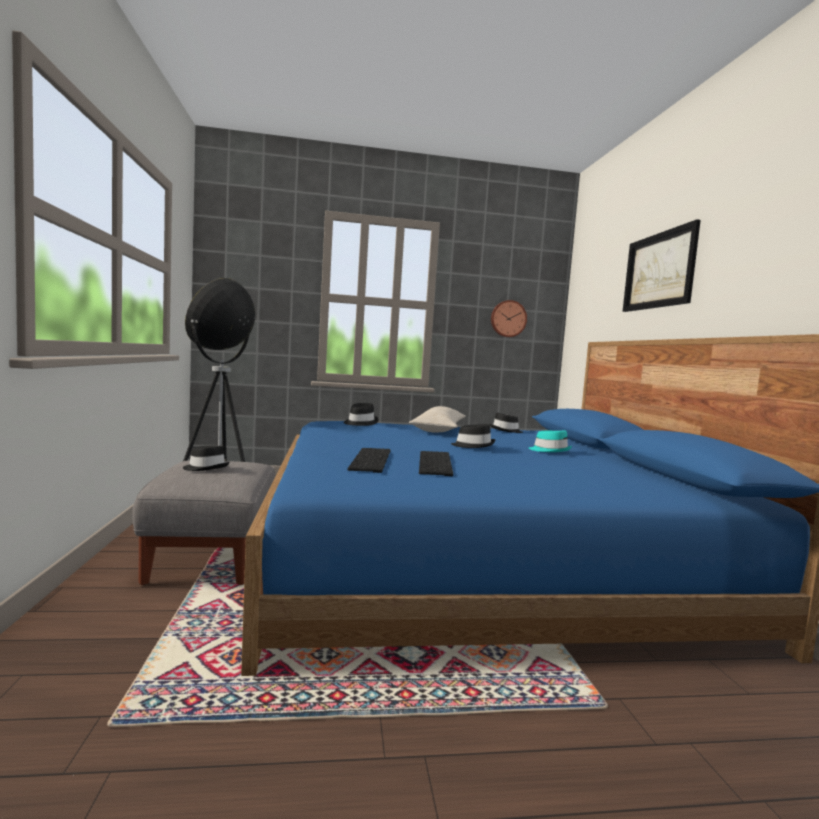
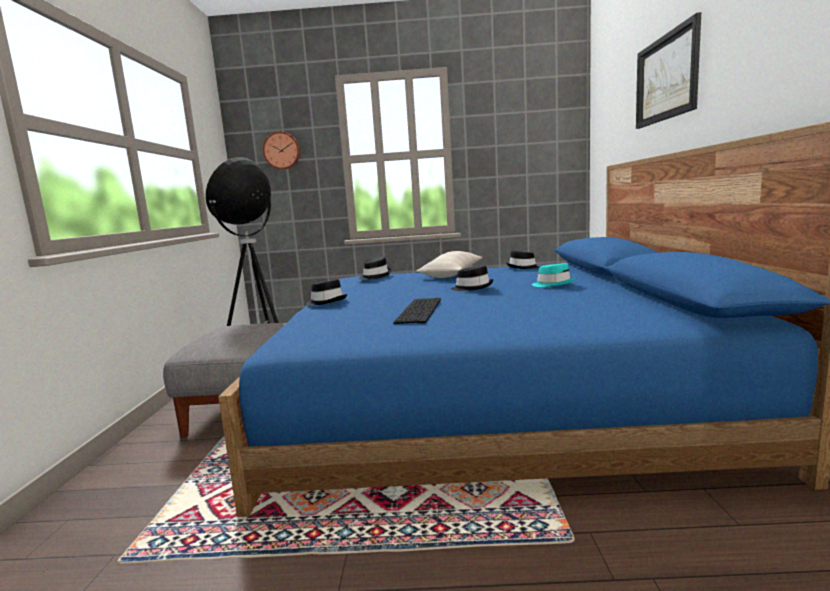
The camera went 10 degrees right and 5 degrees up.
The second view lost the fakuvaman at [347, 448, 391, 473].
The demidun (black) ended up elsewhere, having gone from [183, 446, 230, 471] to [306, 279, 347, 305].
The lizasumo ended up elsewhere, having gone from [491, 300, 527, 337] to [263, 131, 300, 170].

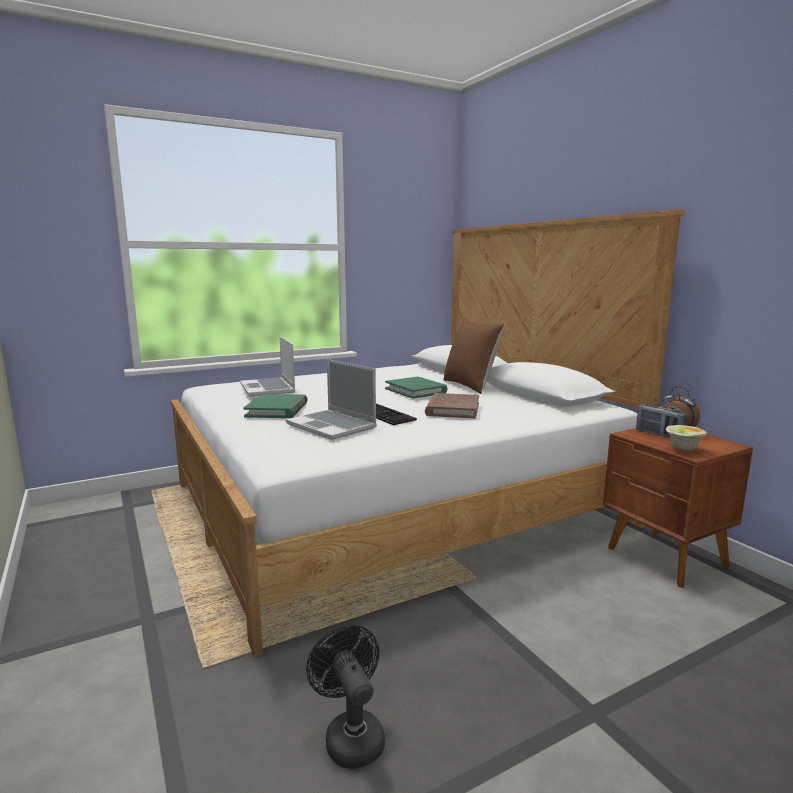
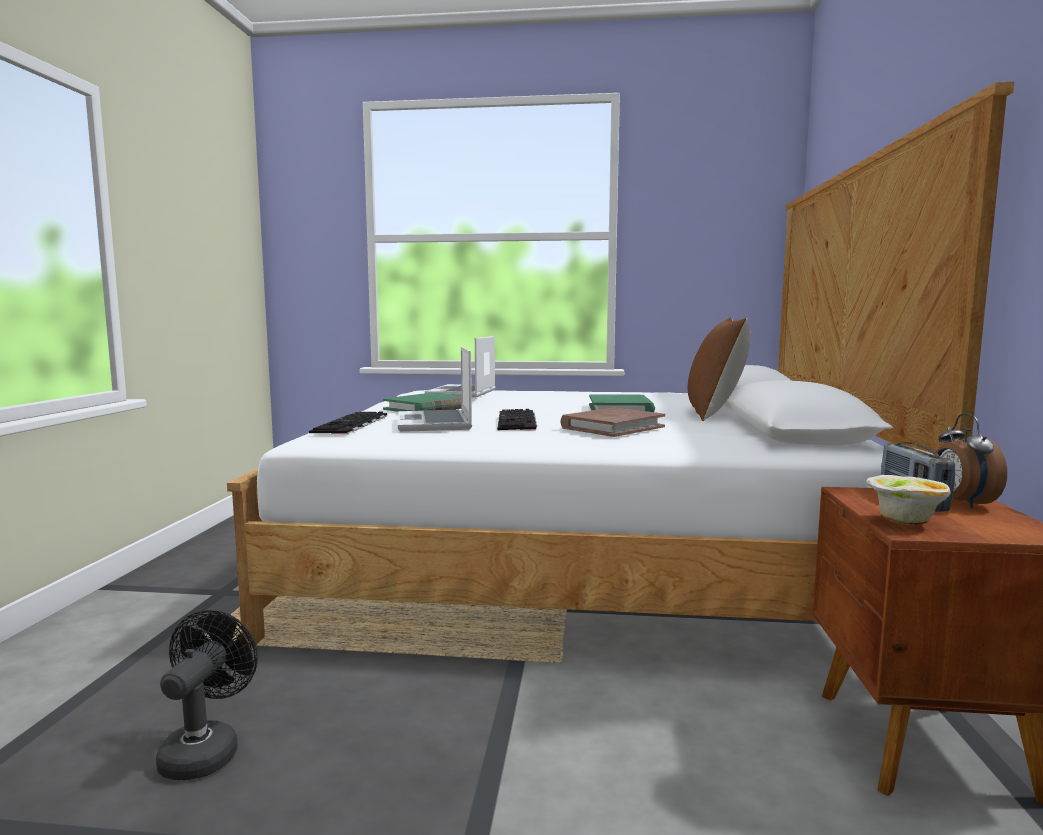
The camera went 35 degrees right and 5 degrees down.
The second view gained the fakuvaman at [309, 412, 387, 434].

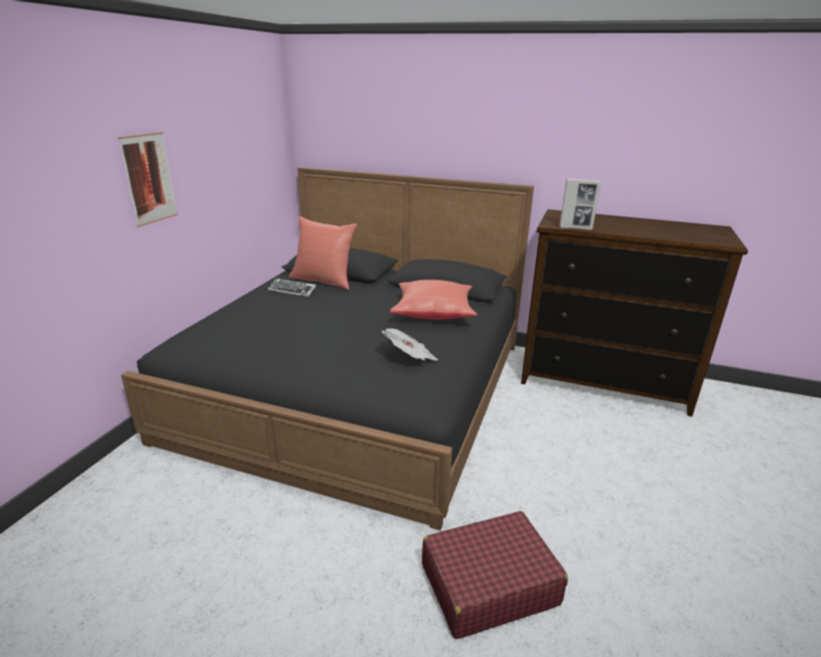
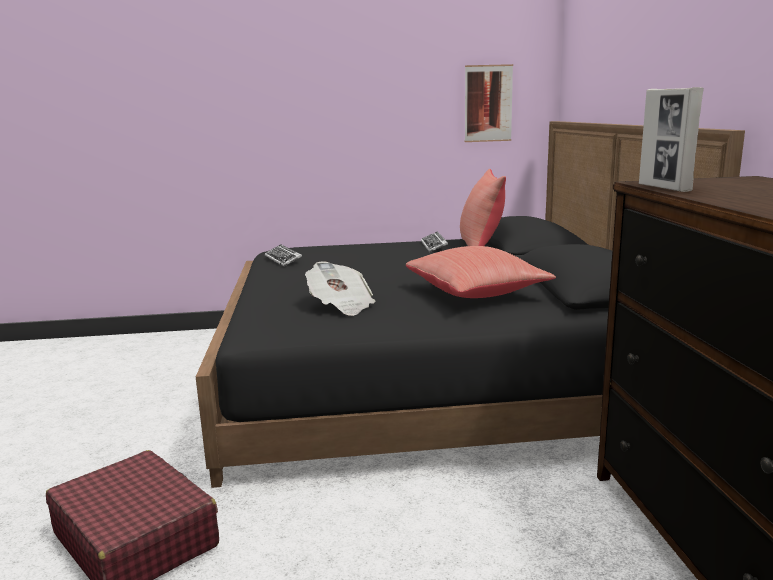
The camera went 65 degrees right and 10 degrees down.
The second view gained the fakuvaman at [265, 244, 302, 267].
The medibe ended up elsewhere, having gone from [118, 132, 178, 227] to [465, 64, 513, 142].

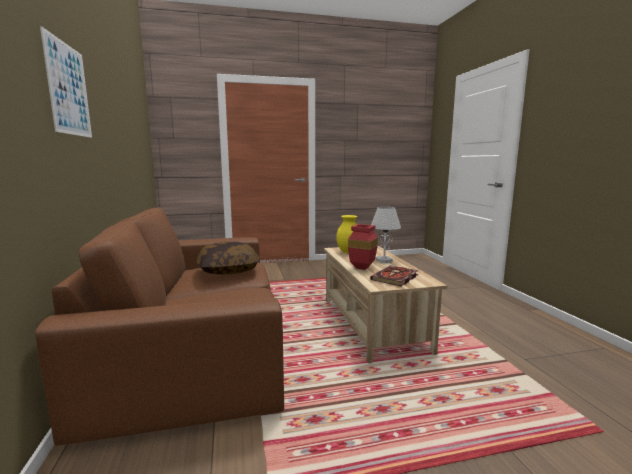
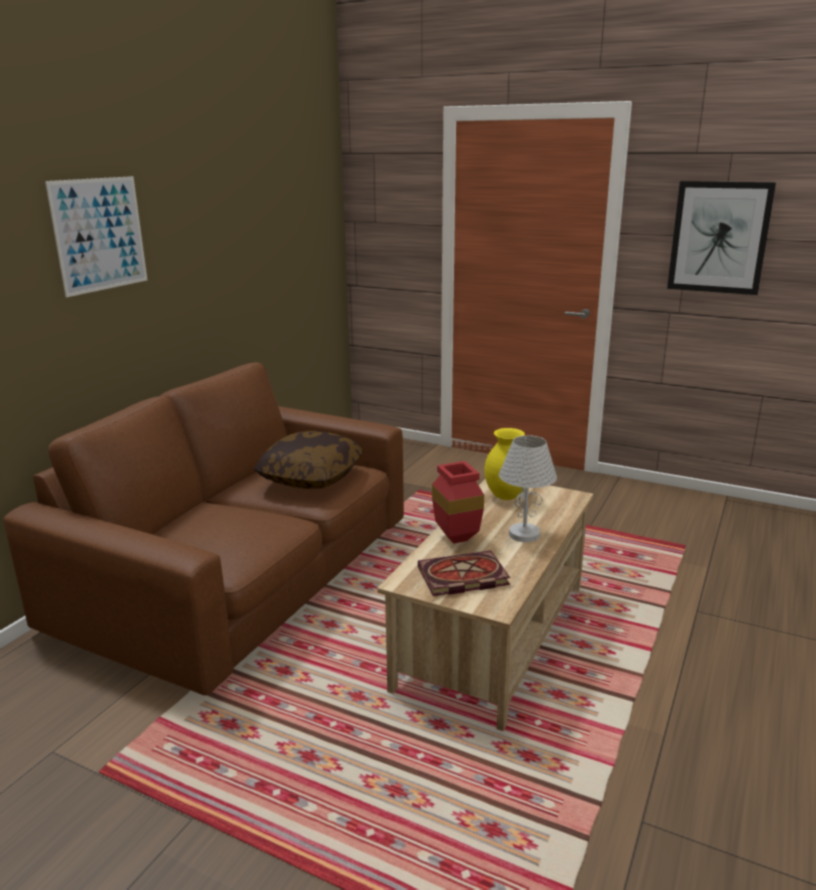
The camera went 40 degrees right and 10 degrees up.
The second view gained the medibe at [667, 181, 776, 295].

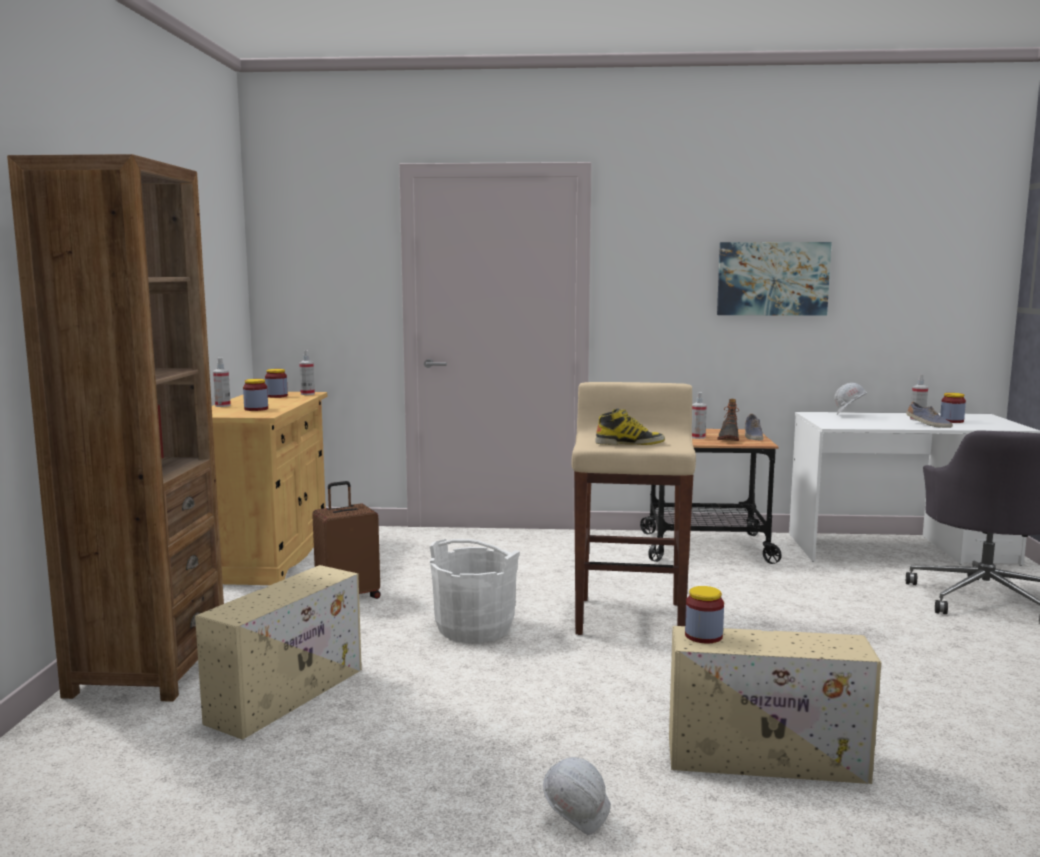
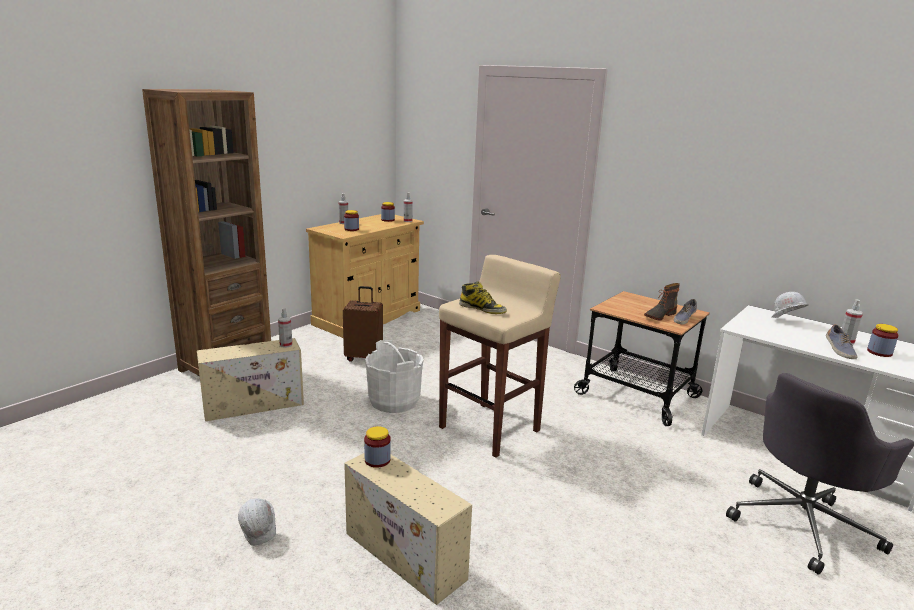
The camera went 35 degrees right and 10 degrees up.
The second view lost the medibe at [717, 242, 832, 316].
The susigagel ended up elsewhere, having gone from [692, 392, 707, 439] to [278, 308, 293, 348].

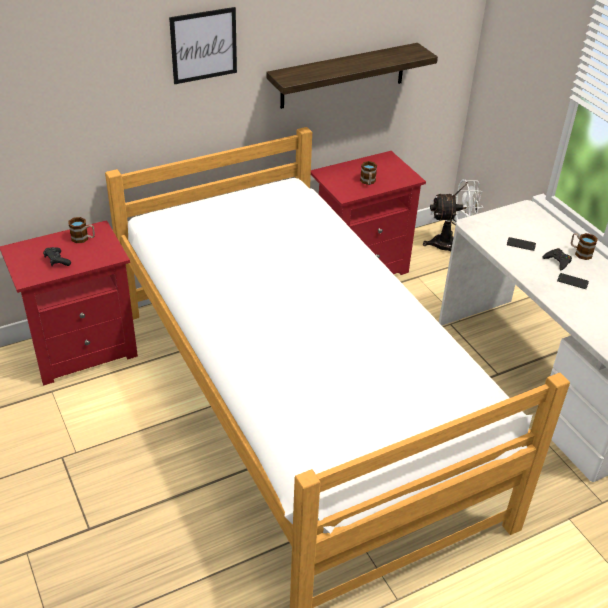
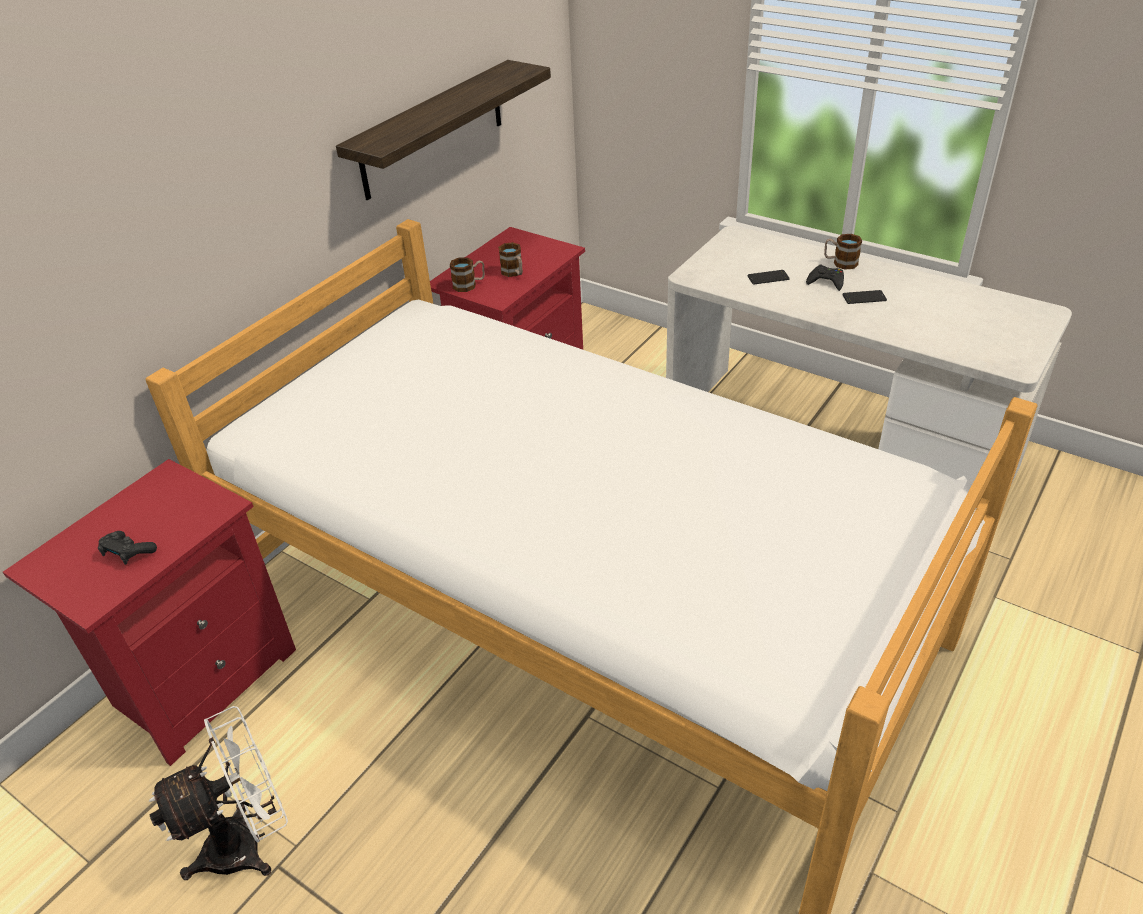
The camera went 25 degrees left and 0 degrees up.
The second view lost the medibe at [169, 7, 237, 84].
The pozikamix ended up elsewhere, having gone from [69, 217, 95, 243] to [450, 257, 485, 292].
The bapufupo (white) ended up elsewhere, having gone from [423, 179, 483, 251] to [149, 706, 288, 880].

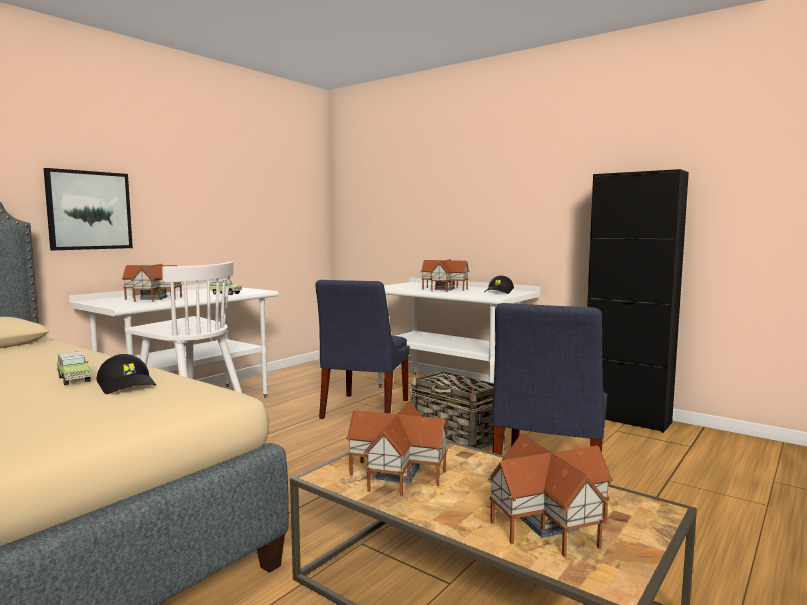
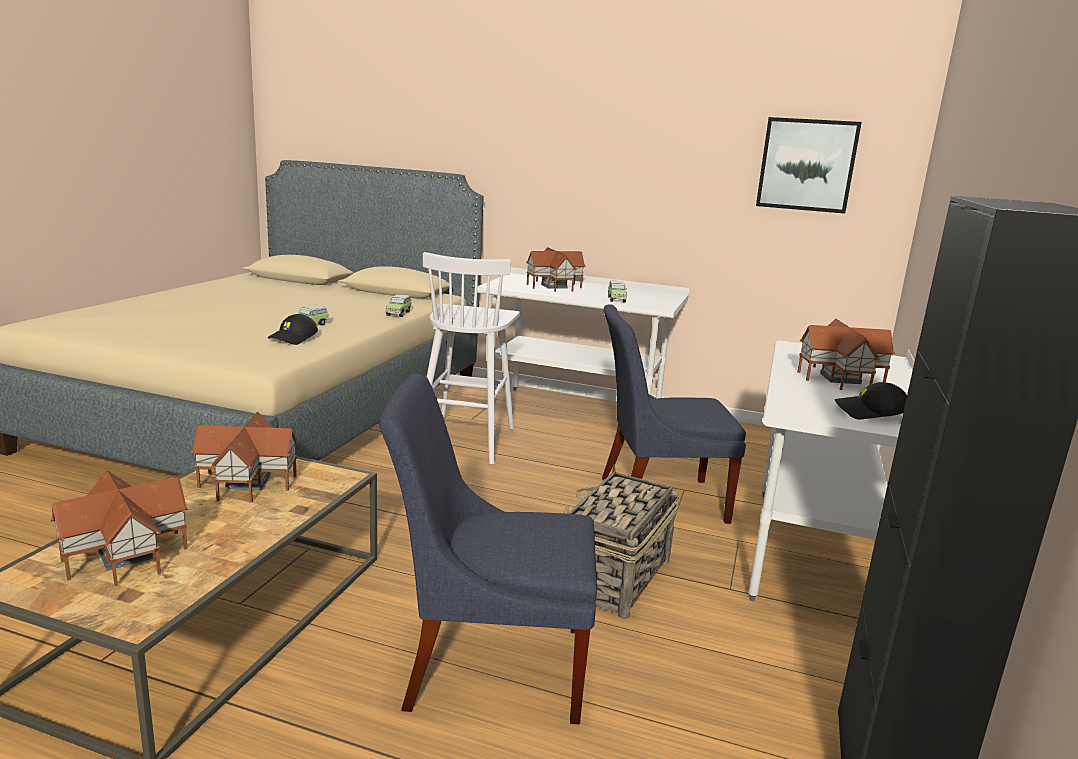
The camera went 70 degrees right and 10 degrees up.
The second view gained the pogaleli at [385, 294, 412, 317].
The medibe ended up elsewhere, having gone from [44, 168, 133, 250] to [756, 117, 862, 214].

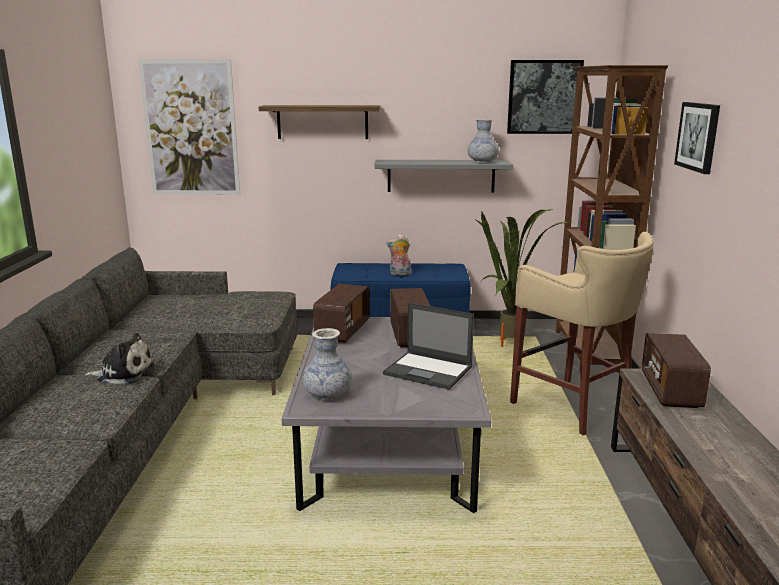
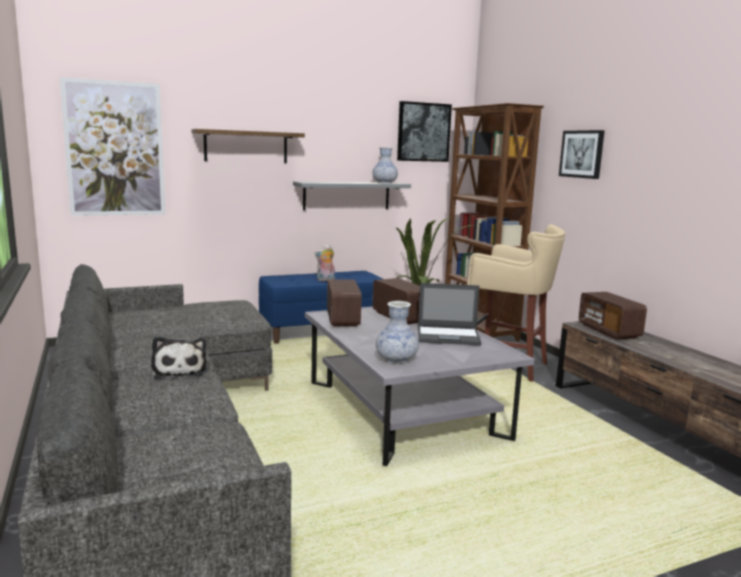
The camera went 25 degrees left and 5 degrees down.
The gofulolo at [85, 333, 154, 384] ended up facing another way, 90 degrees clockwise from before.

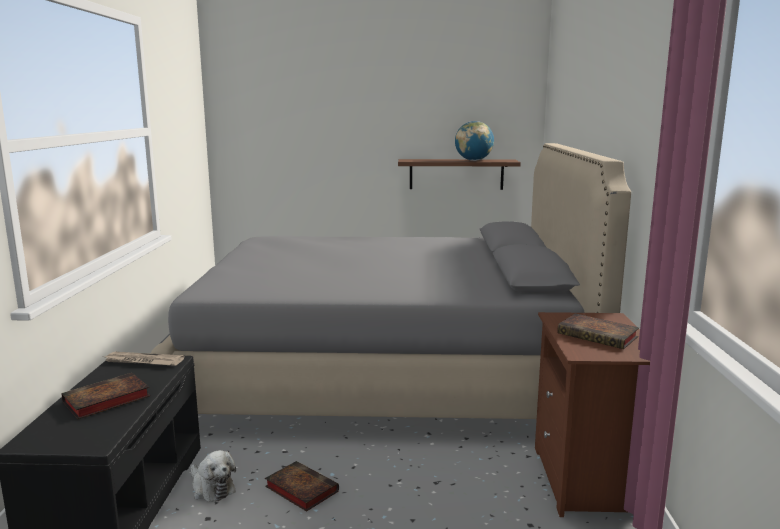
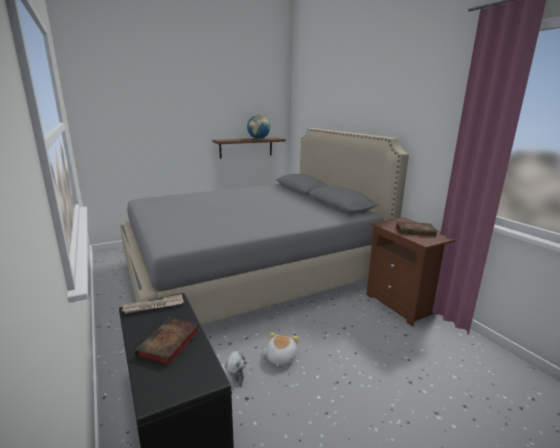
The camera went 30 degrees left and 5 degrees up.
Where the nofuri stood at [265, 461, 339, 512], the gofulolo came to stand at [267, 332, 299, 366].

